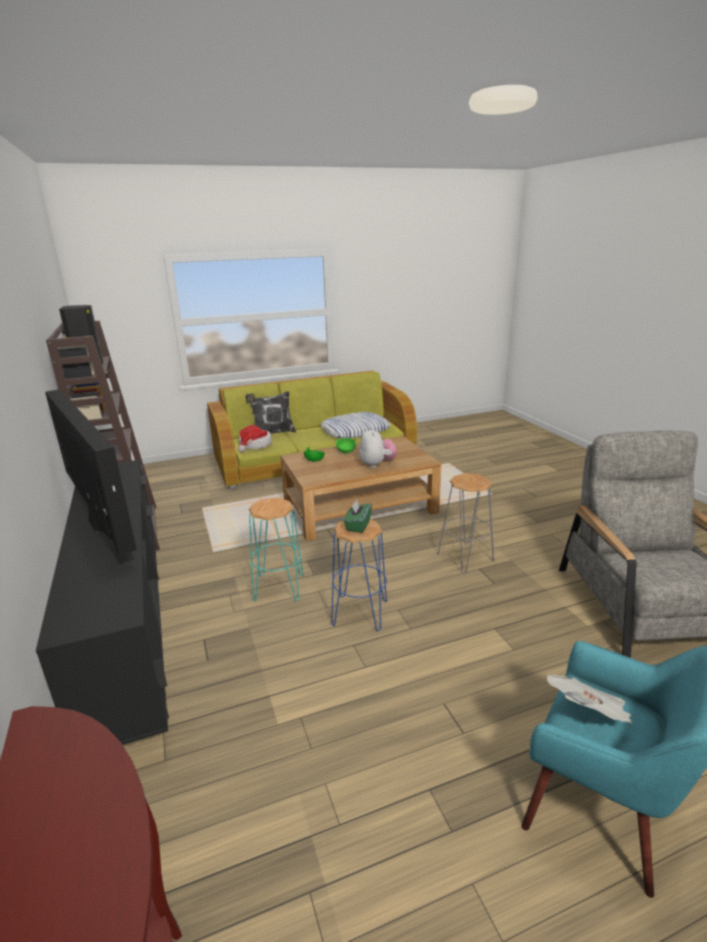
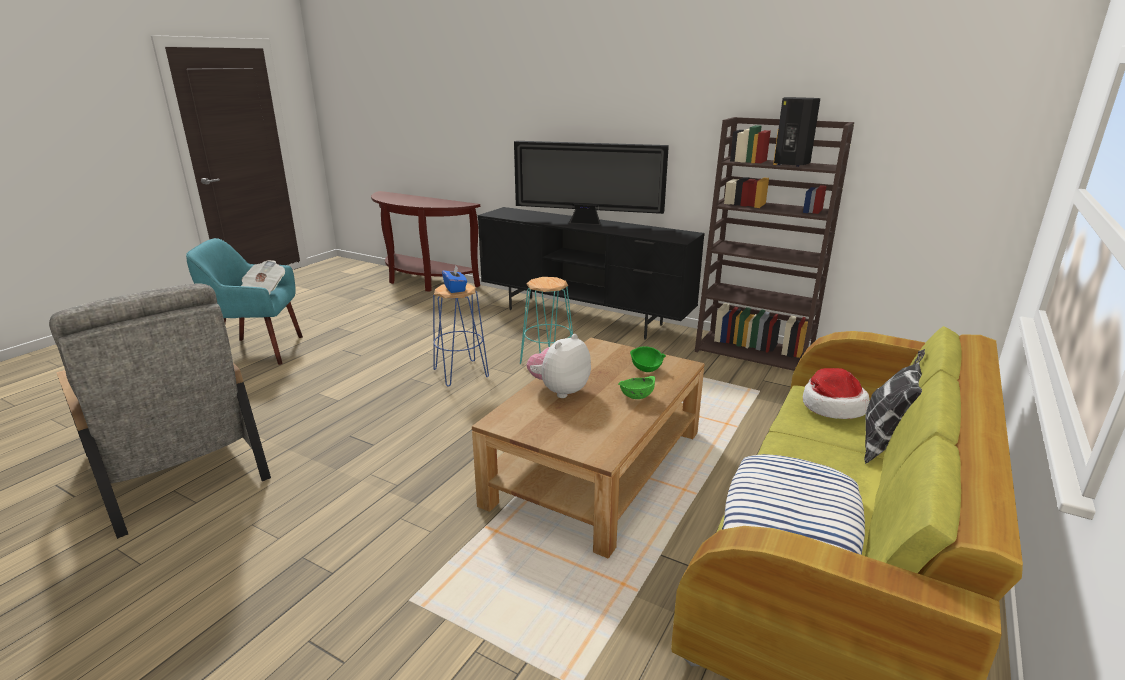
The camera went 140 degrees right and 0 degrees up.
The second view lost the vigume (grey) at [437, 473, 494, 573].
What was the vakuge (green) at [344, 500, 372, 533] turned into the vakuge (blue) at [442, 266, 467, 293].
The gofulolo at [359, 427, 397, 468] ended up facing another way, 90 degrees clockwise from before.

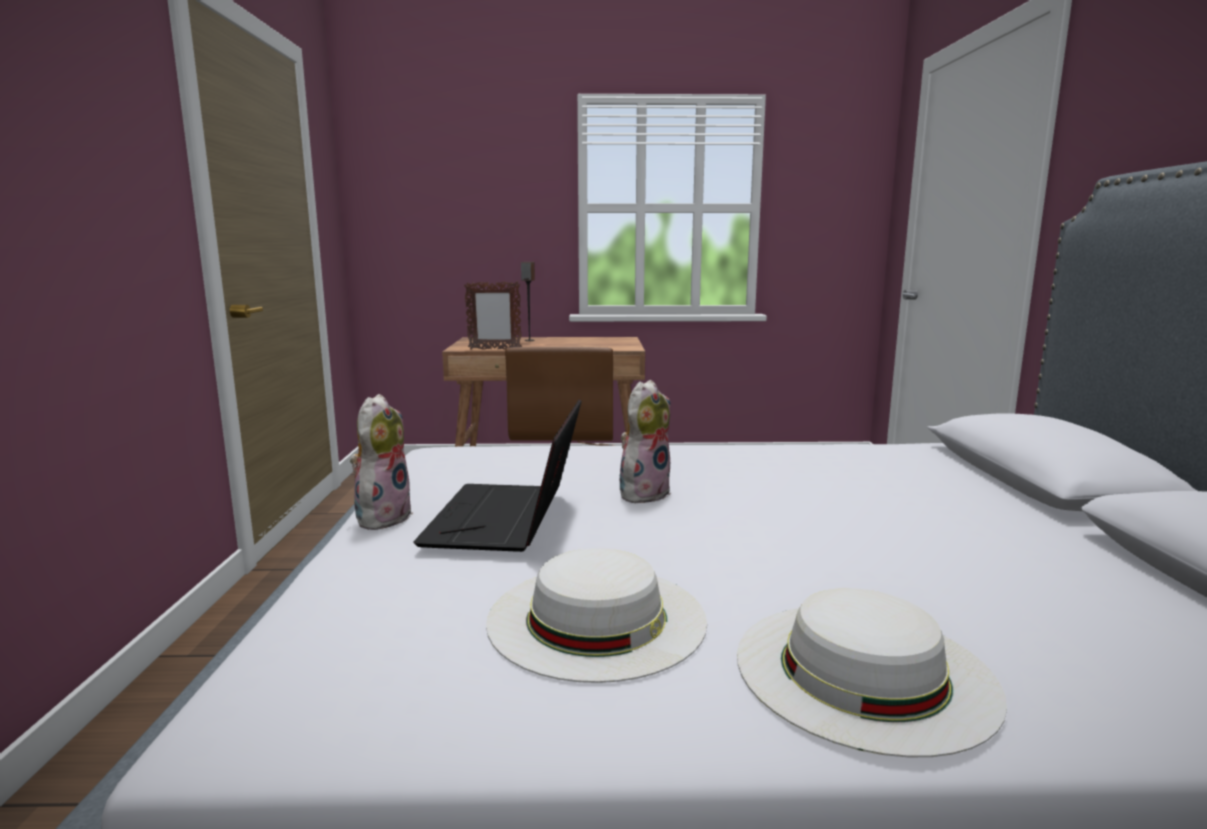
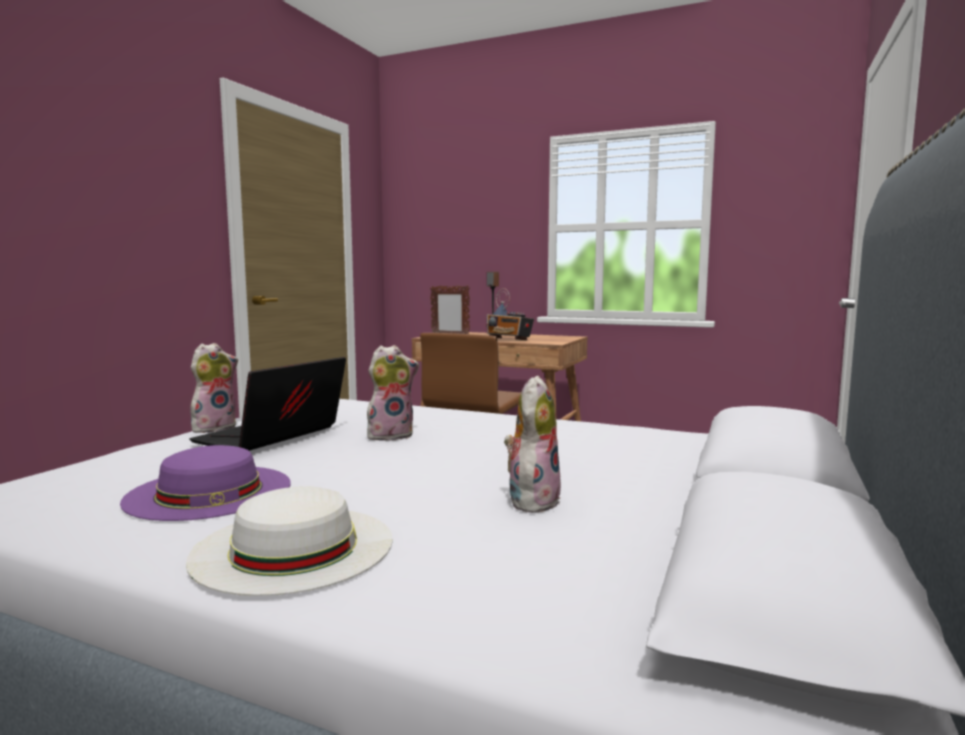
The camera went 25 degrees right and 5 degrees down.
The second view gained the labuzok at [486, 288, 534, 340].
The second view gained the gofulolo at [504, 375, 561, 513].
What was the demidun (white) at [486, 548, 707, 683] turned into the demidun (purple) at [120, 445, 291, 521].

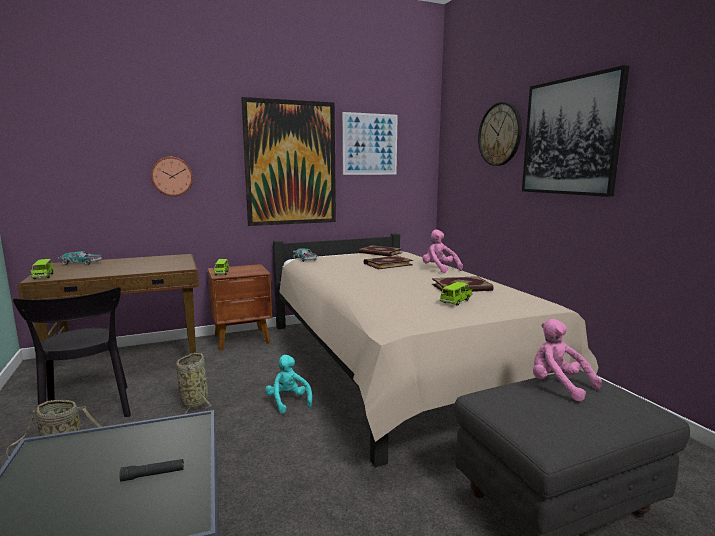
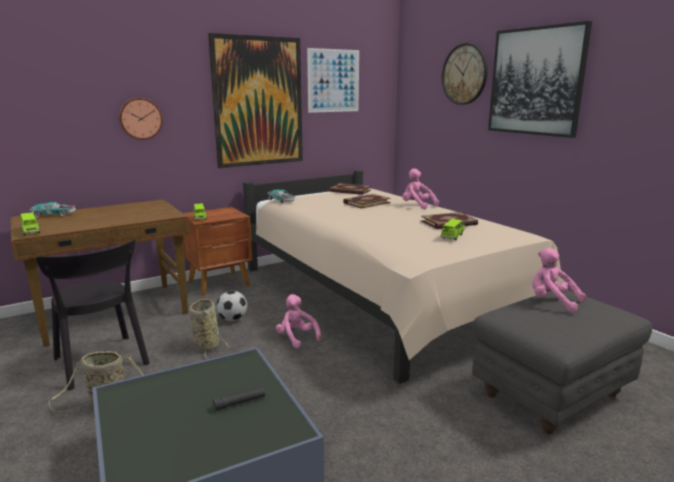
The camera went 10 degrees left and 5 degrees up.
The second view gained the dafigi at [216, 291, 247, 321].
What was the gofulolo (turquoise) at [265, 355, 312, 414] turned into the gofulolo (pink) at [276, 294, 321, 348].

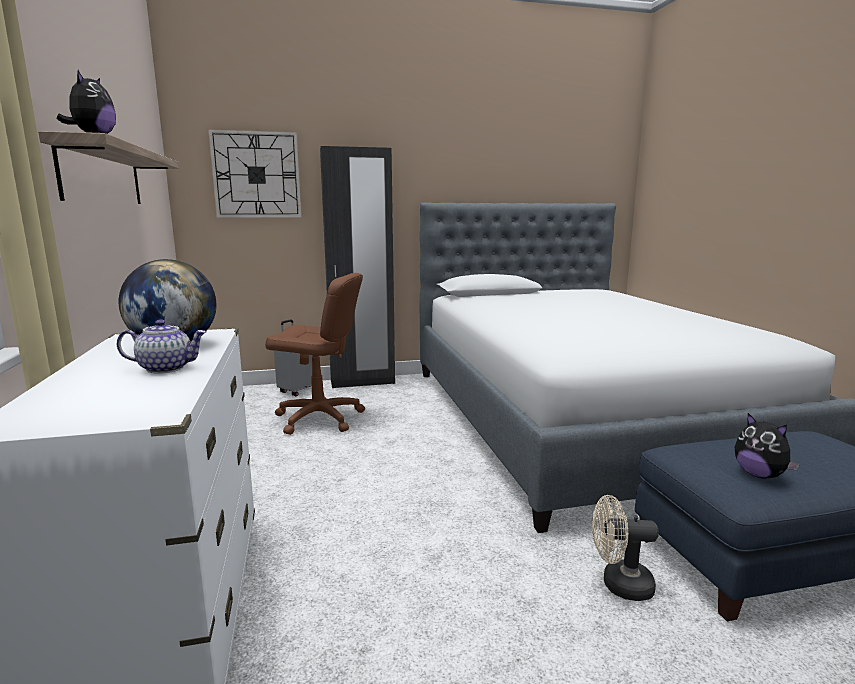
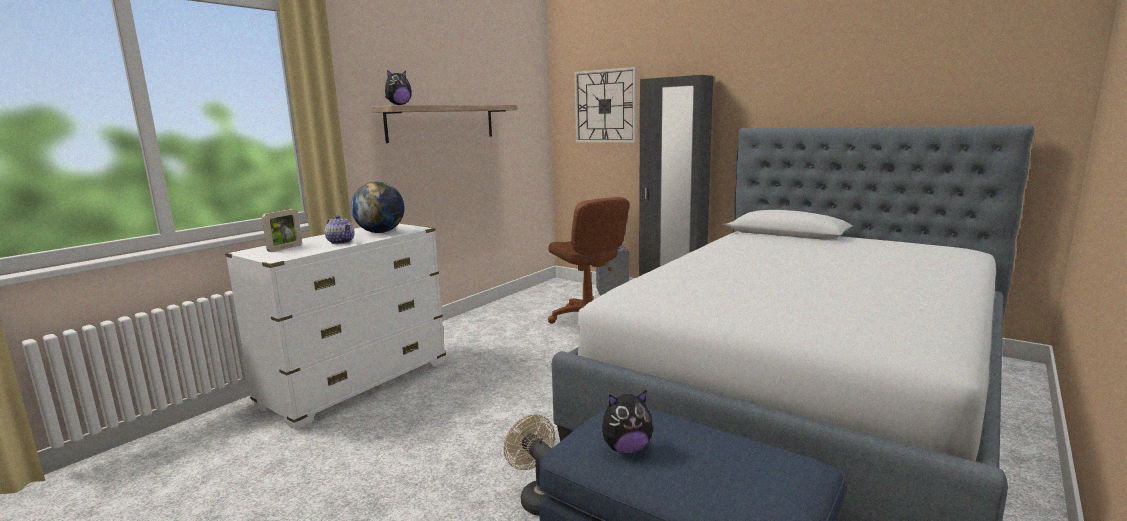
The camera went 50 degrees right and 0 degrees up.
The second view gained the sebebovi at [262, 209, 302, 252].
The gofulolo at [735, 413, 800, 479] ended up facing another way, 120 degrees counterclockwise from before.

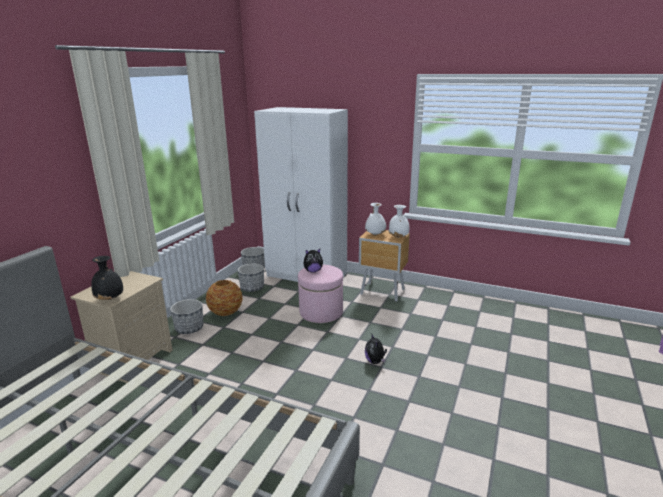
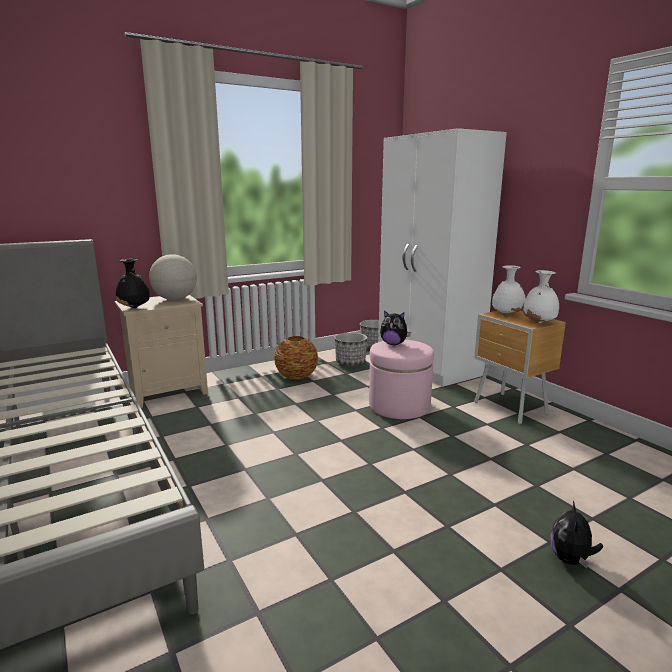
The camera went 35 degrees right and 5 degrees down.
The second view lost the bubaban at [170, 299, 203, 334].
The second view gained the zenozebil at [149, 254, 197, 300].
The gofulolo ended up elsewhere, having gone from [365, 333, 387, 364] to [550, 501, 603, 568].

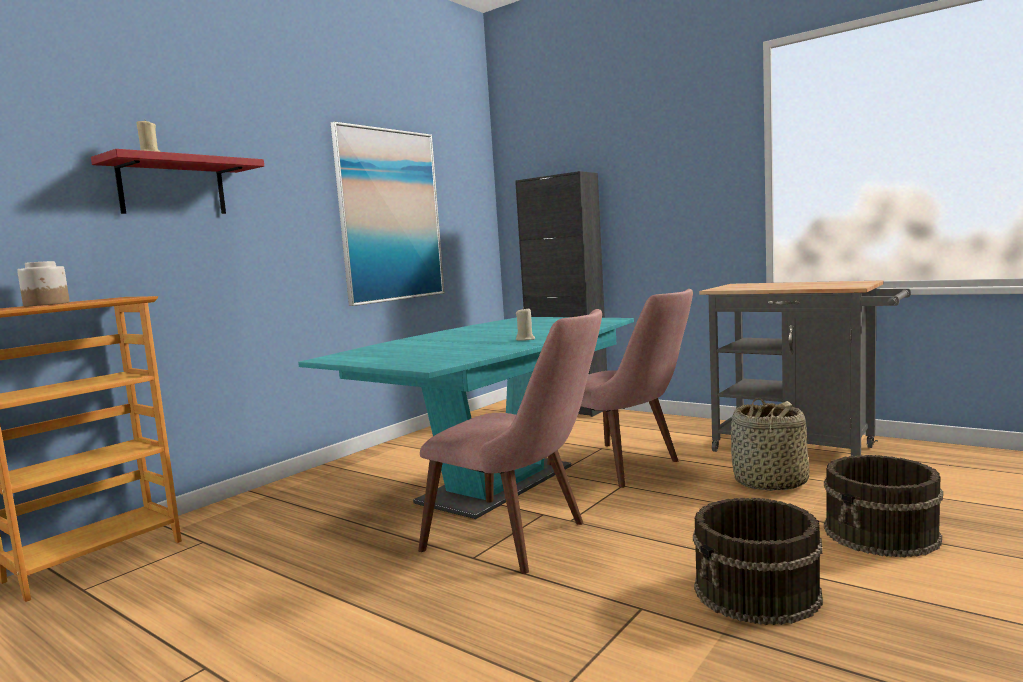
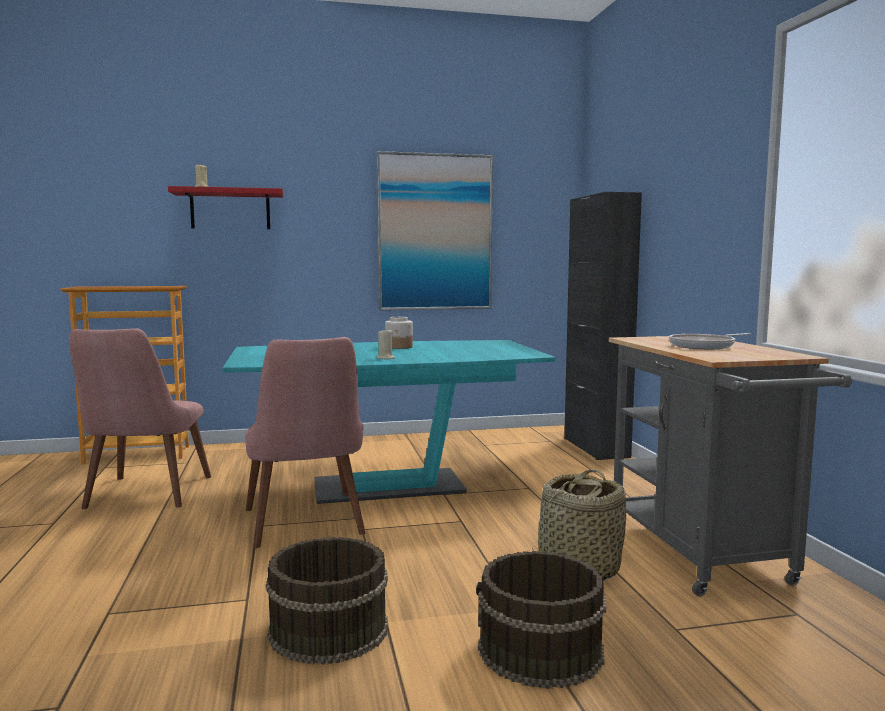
The camera went 40 degrees right and 0 degrees up.
The second view gained the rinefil at [669, 333, 751, 349].
The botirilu ended up elsewhere, having gone from [17, 261, 70, 306] to [385, 317, 413, 349].
The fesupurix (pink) ended up elsewhere, having gone from [547, 289, 693, 488] to [69, 328, 211, 509].

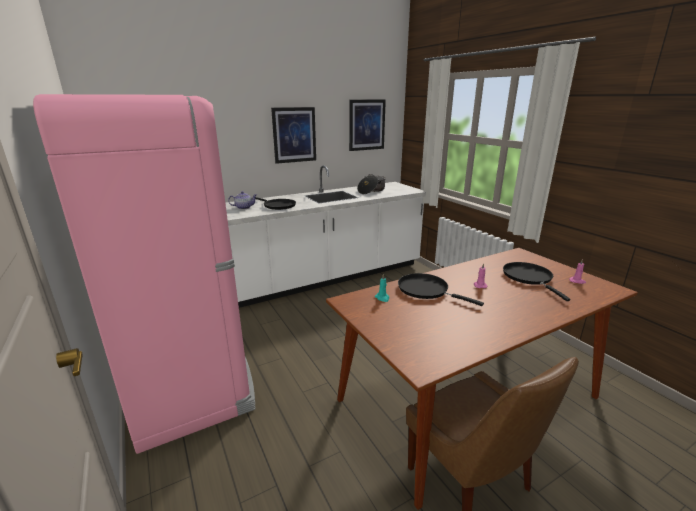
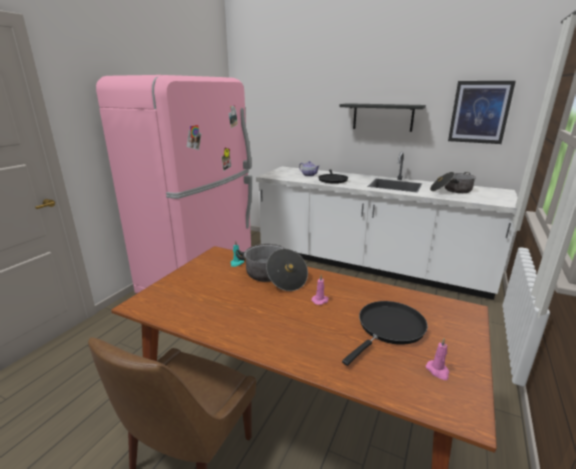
The camera went 55 degrees right and 0 degrees up.
Where the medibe hung at [271, 107, 316, 164], the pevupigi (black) came to hang at [339, 103, 426, 132].
Where the rinefil (black) stood at [398, 273, 484, 306], the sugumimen came to stand at [236, 244, 308, 291].

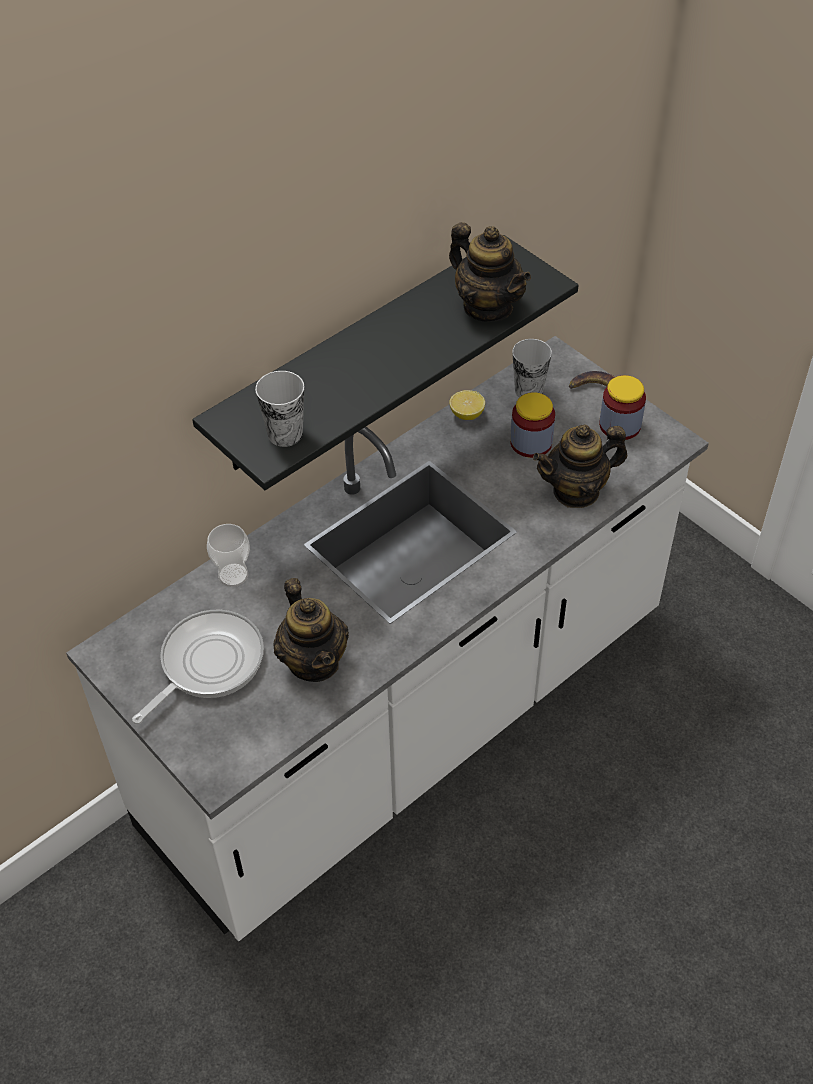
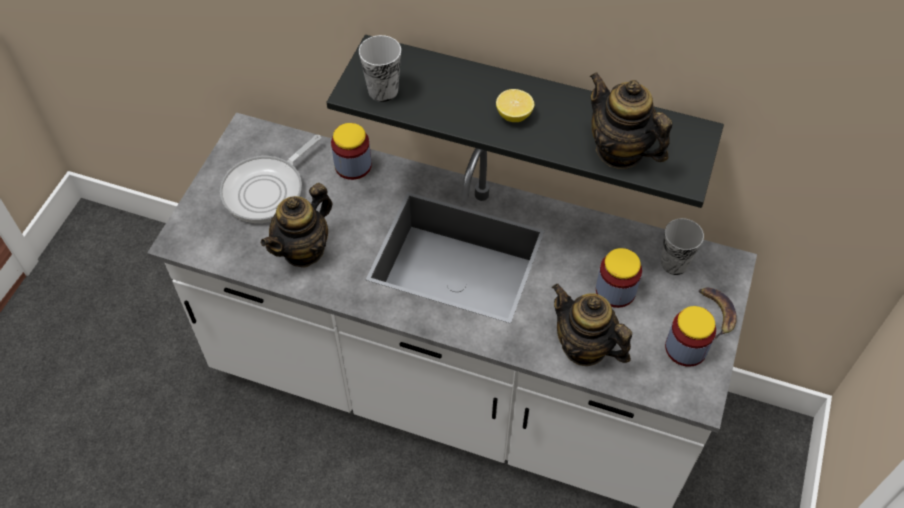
The camera went 60 degrees right and 5 degrees up.
The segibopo ended up elsewhere, having gone from [449, 390, 485, 420] to [496, 89, 534, 122].
Where the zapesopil stood at [207, 524, 250, 587], the botirilu came to stand at [331, 123, 372, 180].
The rinefil at [132, 610, 264, 724] ended up facing another way, 120 degrees clockwise from before.
The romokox at [449, 222, 531, 322] ended up facing another way, 120 degrees clockwise from before.

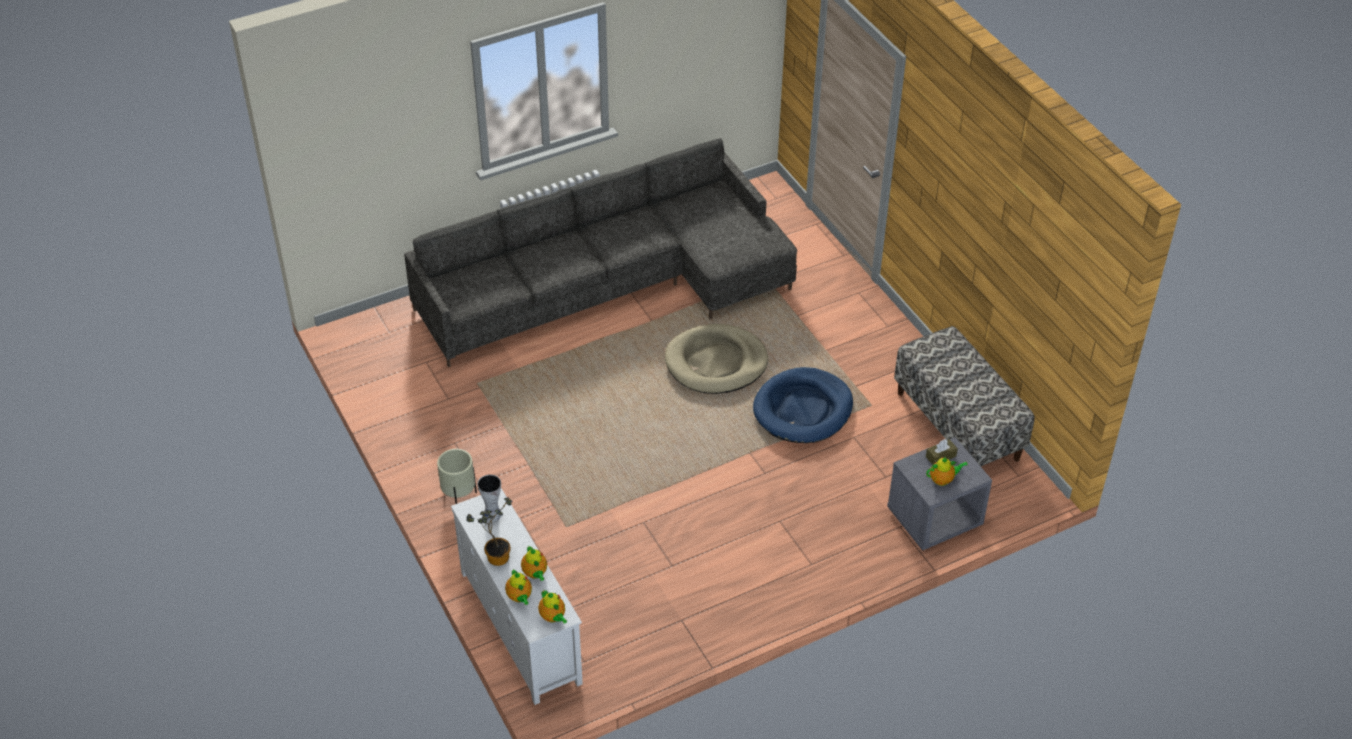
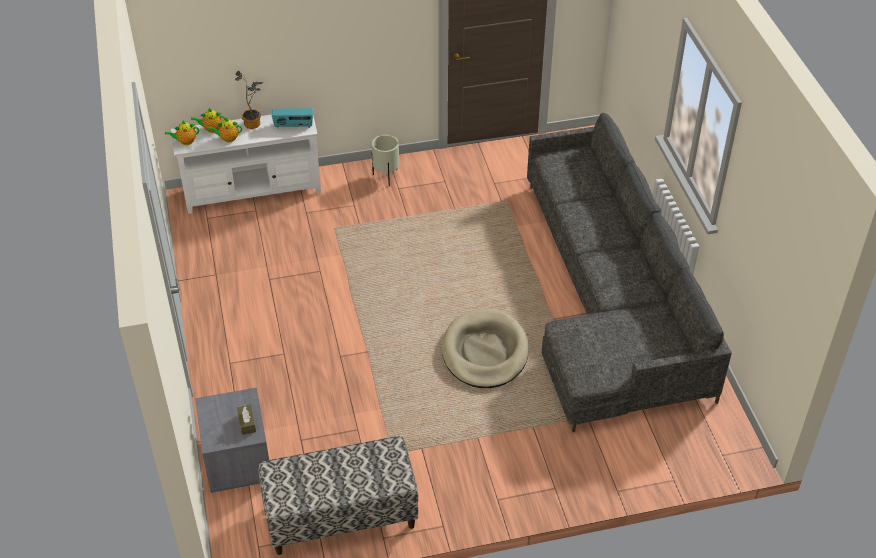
The camera went 105 degrees right and 0 degrees up.
The second view lost the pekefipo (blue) at [753, 367, 853, 443].
The second view lost the romokox at [926, 457, 968, 486].
Where the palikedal stood at [477, 474, 502, 522], the labuzok came to stand at [272, 108, 313, 128].

